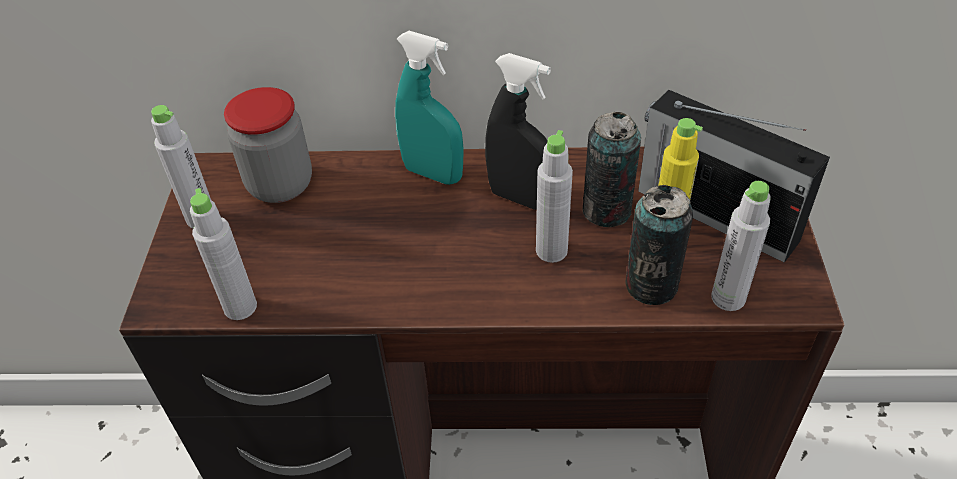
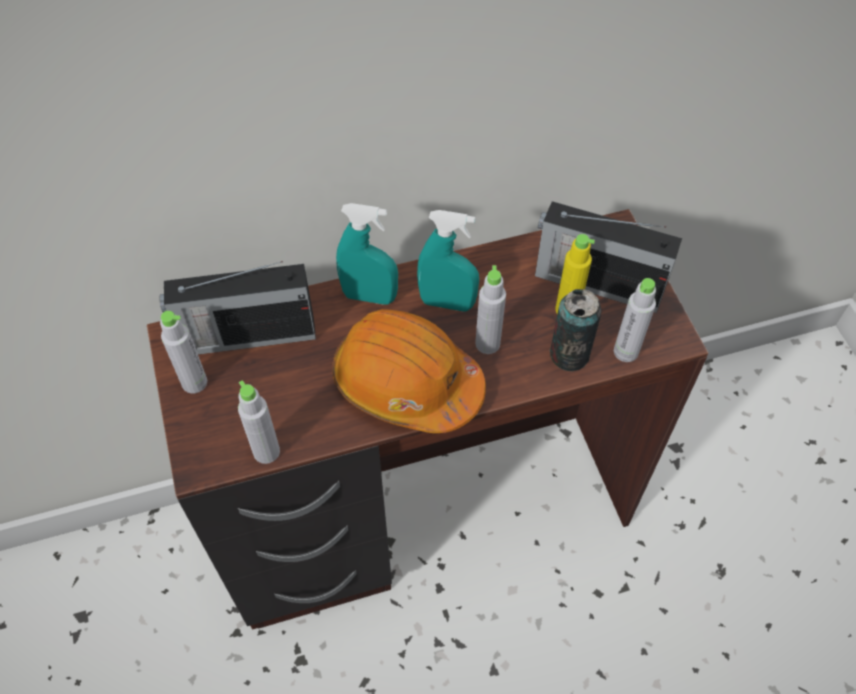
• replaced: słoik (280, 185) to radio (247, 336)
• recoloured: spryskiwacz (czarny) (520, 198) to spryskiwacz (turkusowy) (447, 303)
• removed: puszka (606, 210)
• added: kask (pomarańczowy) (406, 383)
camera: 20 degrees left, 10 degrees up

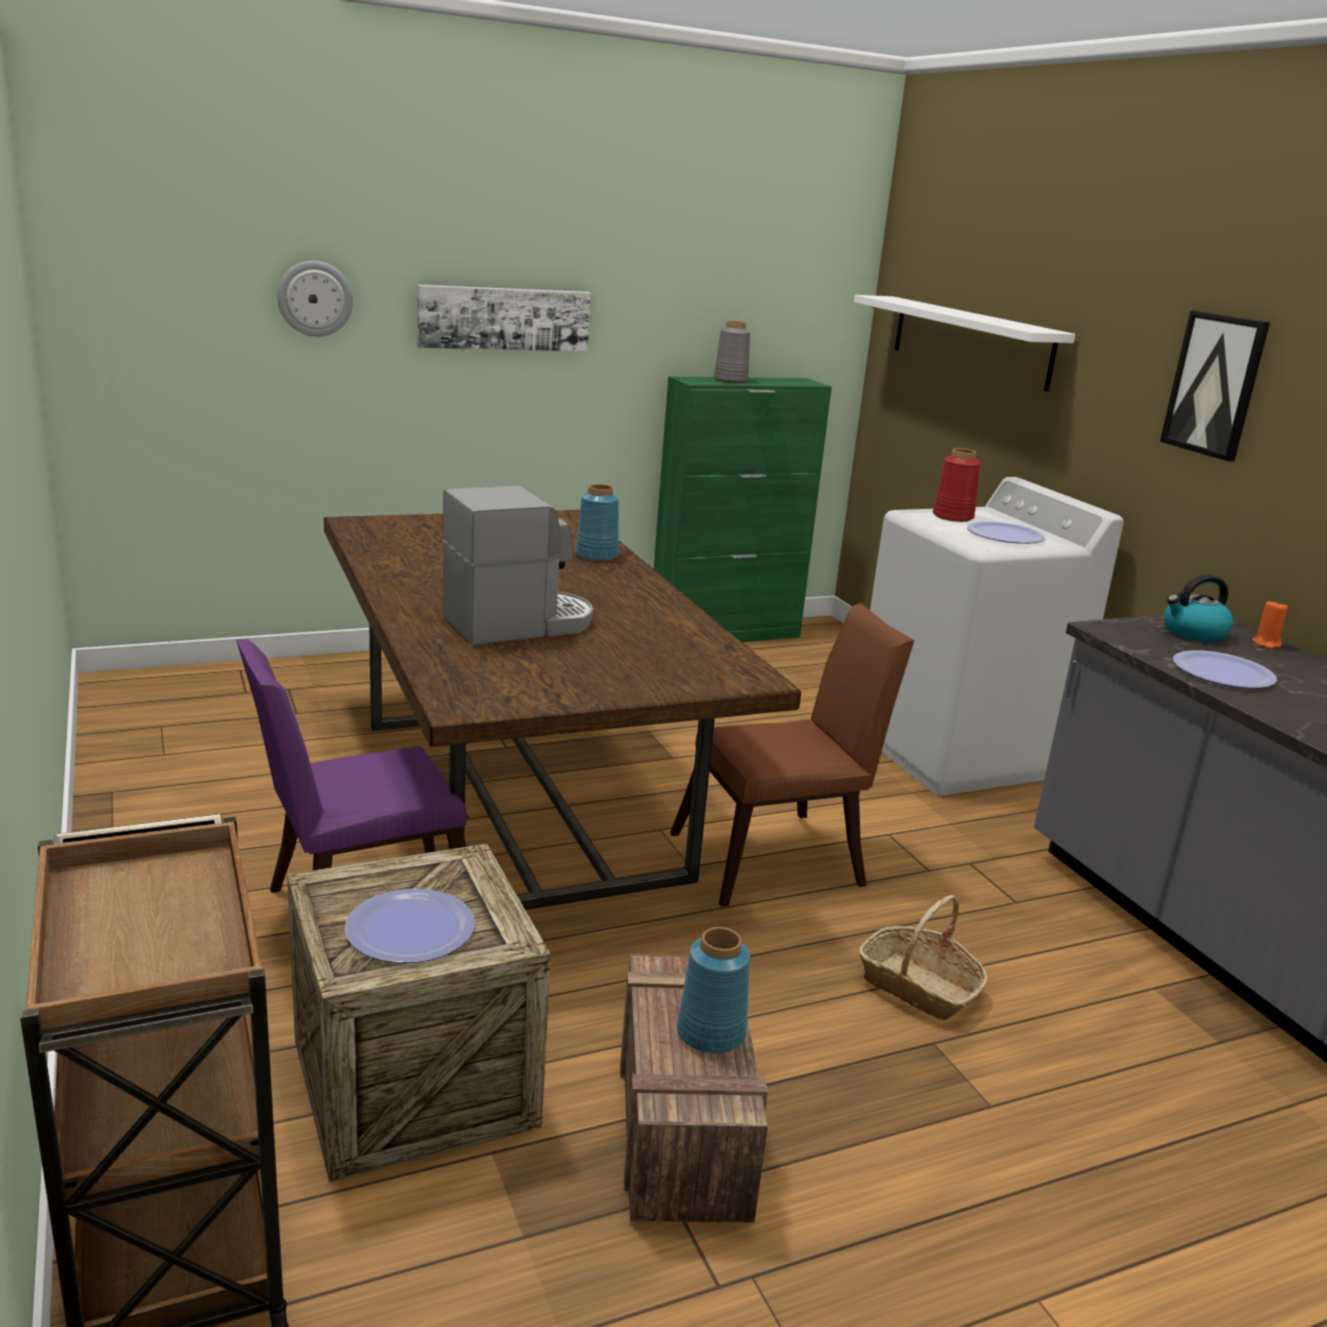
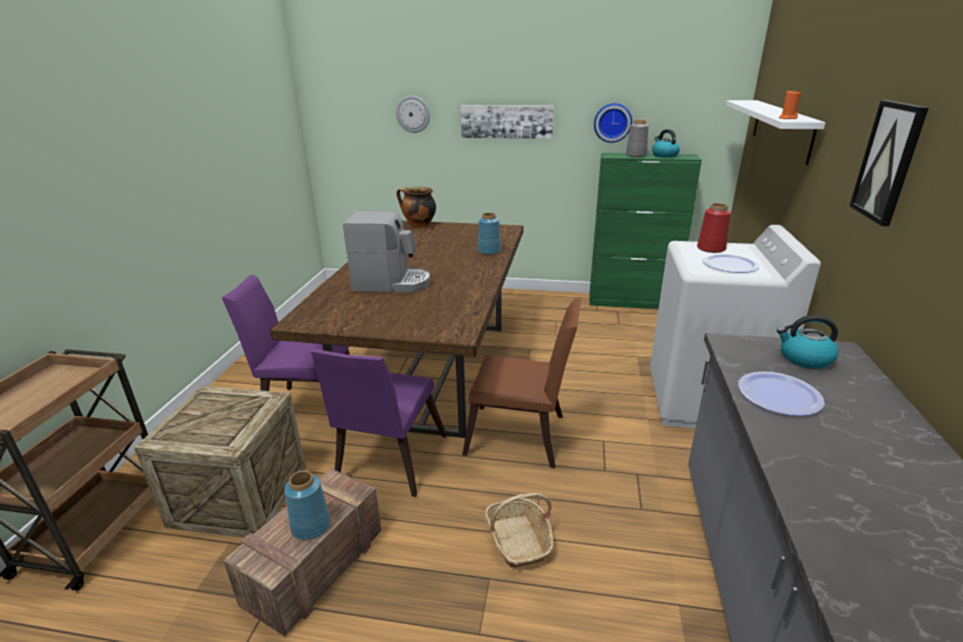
• removed: talerz (410, 929)
• moved: świeca (pomarańczowy) (1266, 644) to (787, 118)
• added: krzesło (fioletowy) (388, 463)
• added: garnek (418, 225)
• added: zegar ścienny (612, 122)
• added: czajnik (664, 155)
camera: 35 degrees right, 5 degrees up

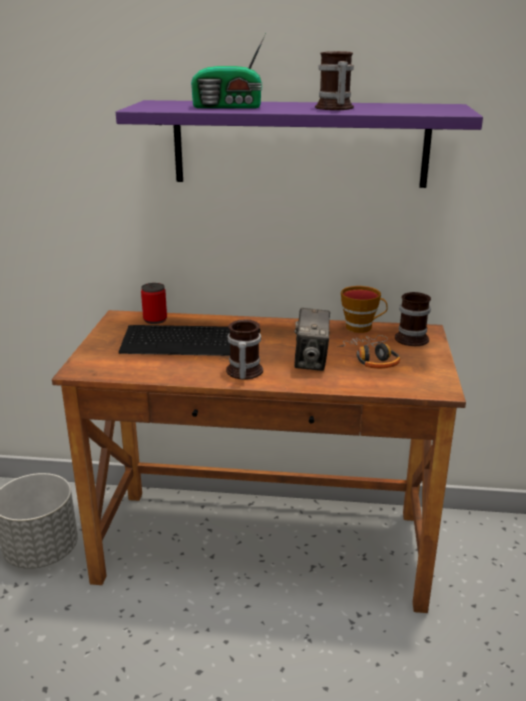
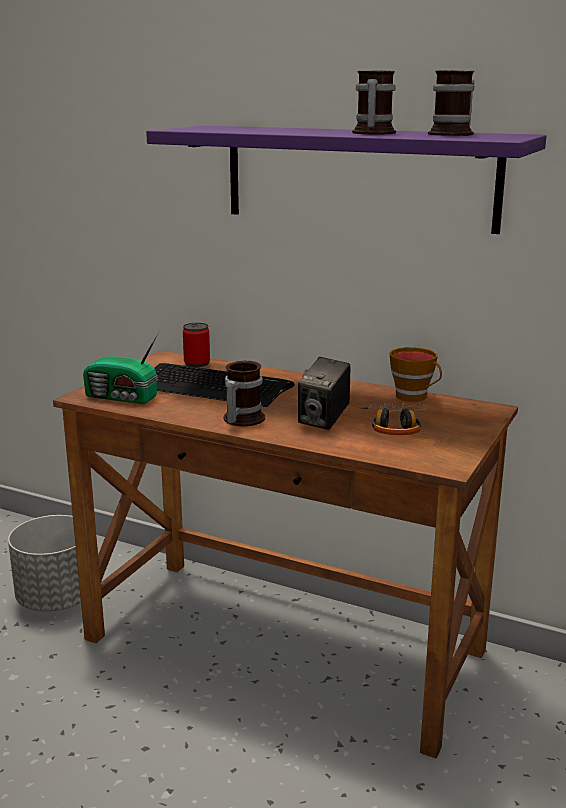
• moved: radio (229, 107) to (122, 398)
• moved: kubek (413, 338) to (455, 134)
camera: 20 degrees right, 5 degrees down

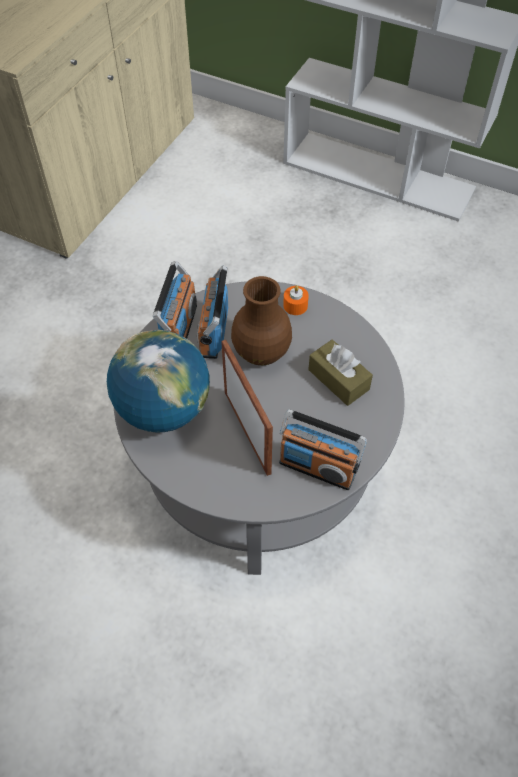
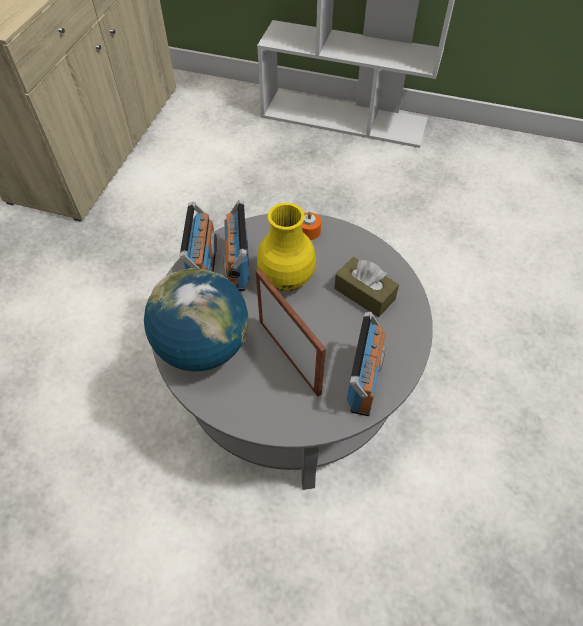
• recoloured: wazon (brązowy) (260, 352) to wazon (żółty) (285, 278)
• turned: radio (317, 468) = (364, 381) 90 degrees counterclockwise
camera: 10 degrees left, 0 degrees up

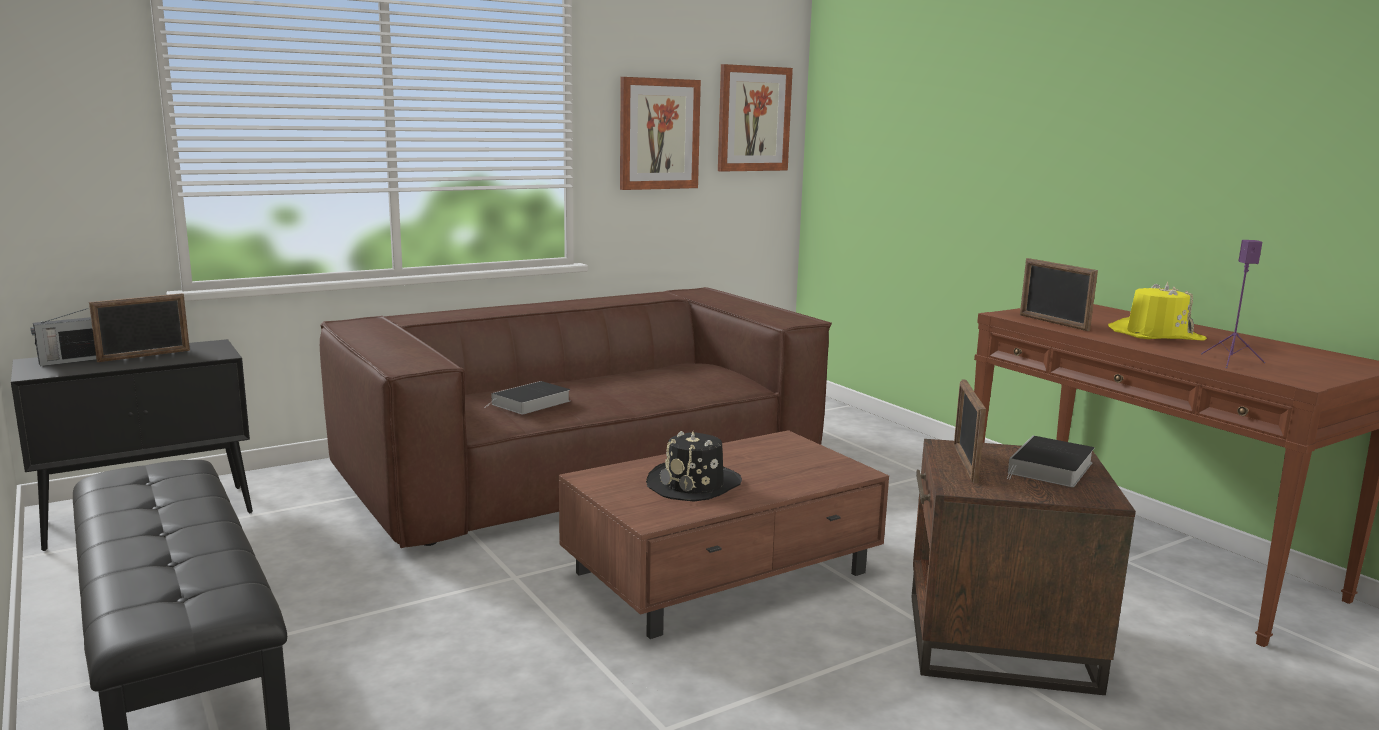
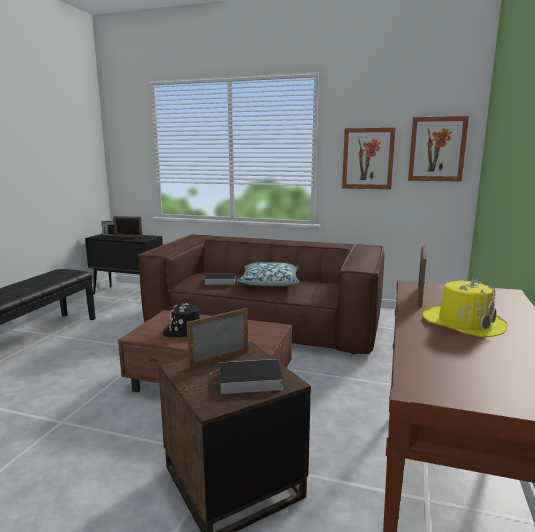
• removed: głośnik (fioletowy) (1230, 361)
• added: poduszka (270, 282)
camera: 50 degrees right, 0 degrees up

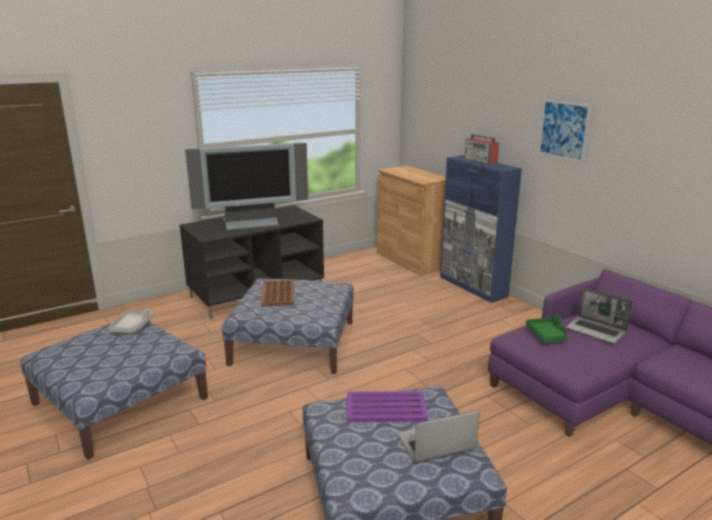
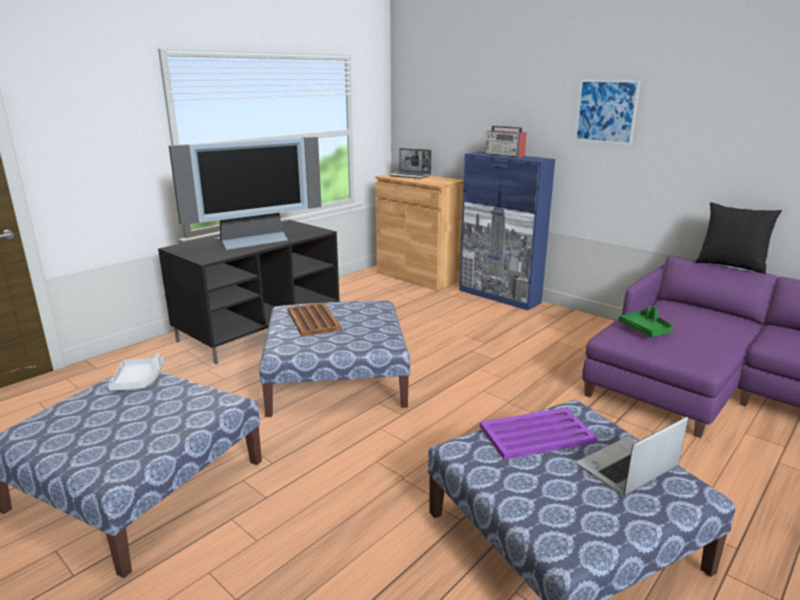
• moved: laptop (596, 331) to (410, 176)
• added: poduszka (czarny) (730, 266)
camera: 15 degrees left, 0 degrees up

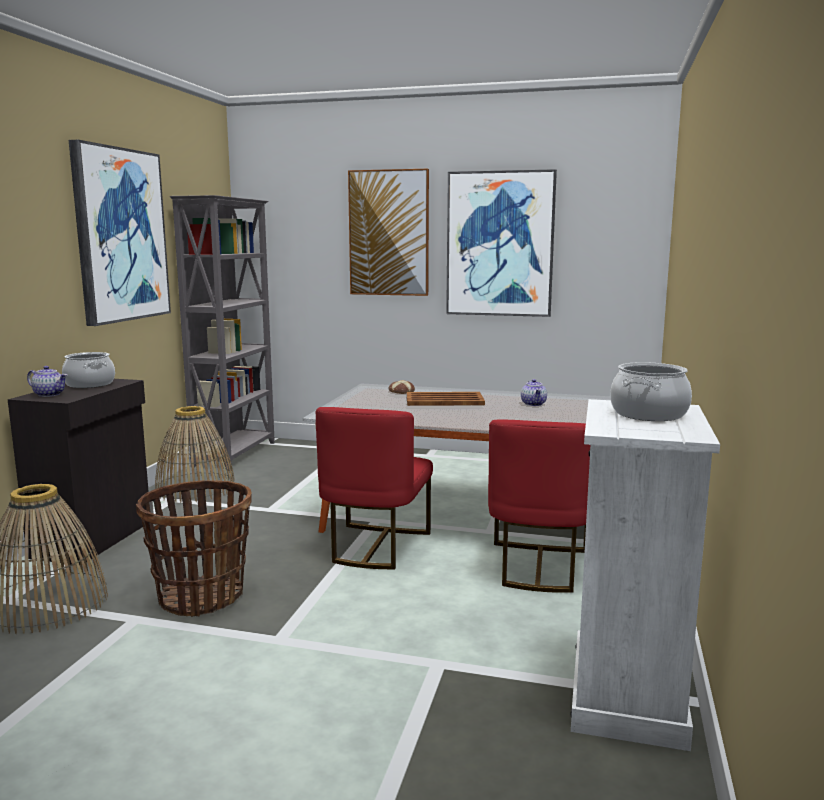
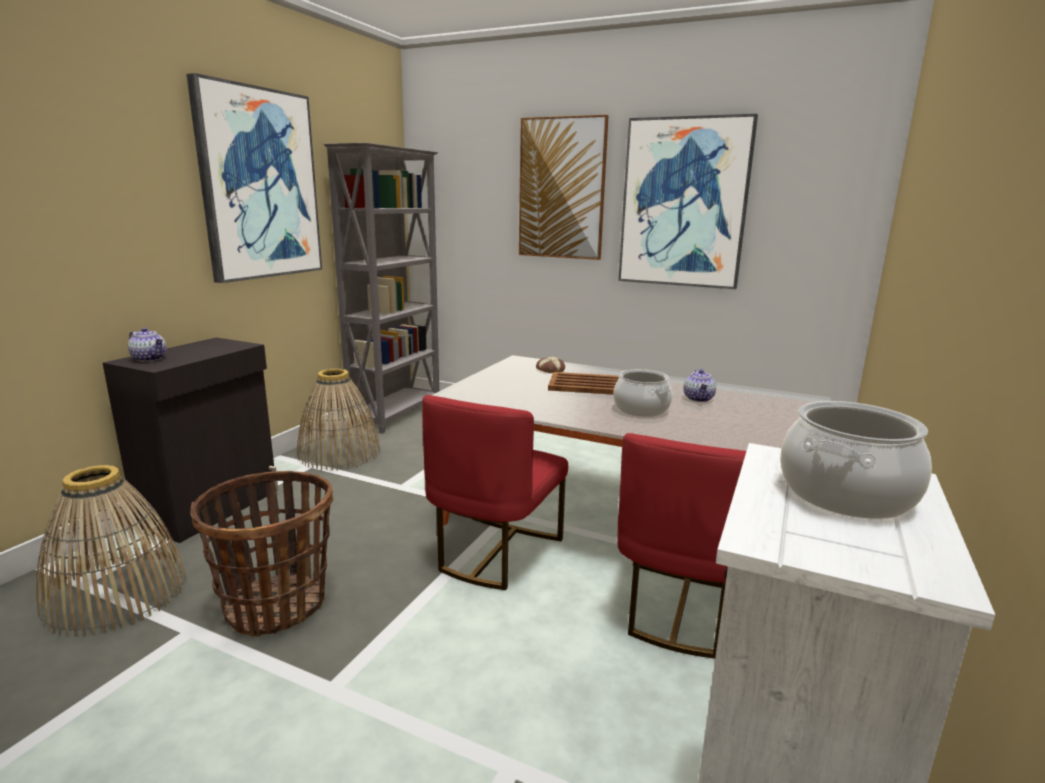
• moved: garnek (89, 384) to (640, 409)
camera: 10 degrees right, 5 degrees up

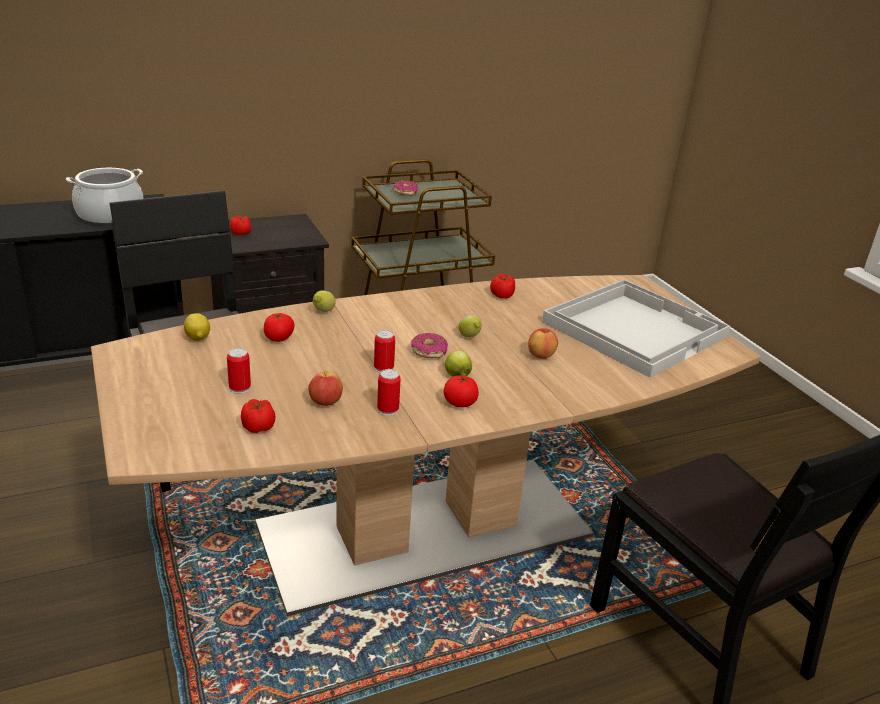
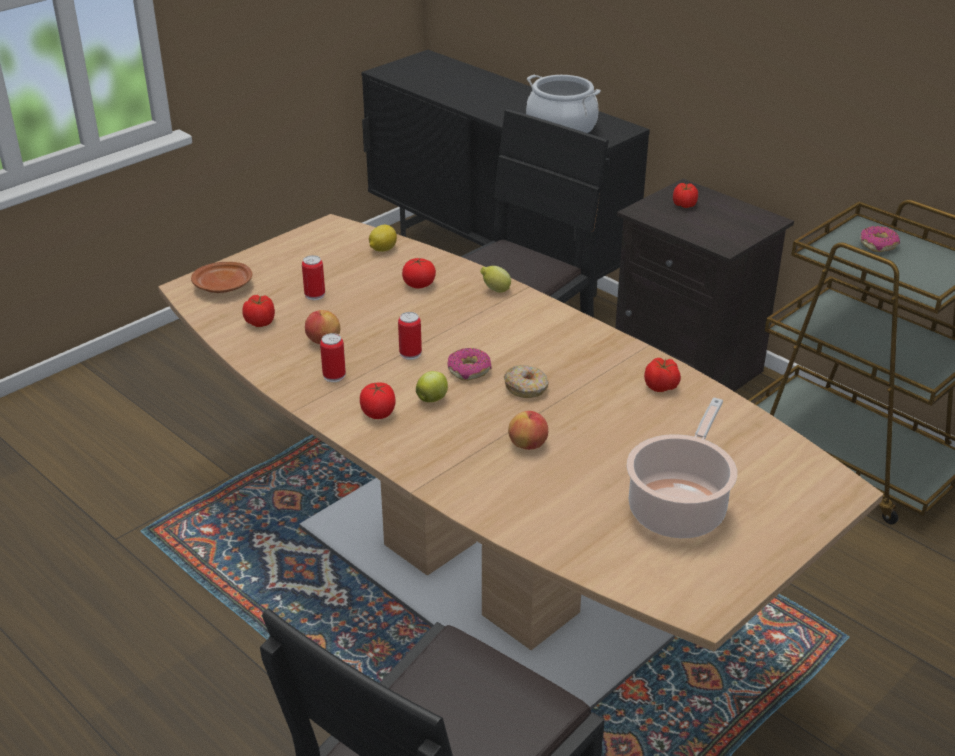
• replaced: cytryna (469, 337) to donut (526, 388)
• replaced: taca (biały) (634, 328) to garnek (679, 507)
• added: talerz (brązowy) (224, 286)
camera: 70 degrees right, 5 degrees up

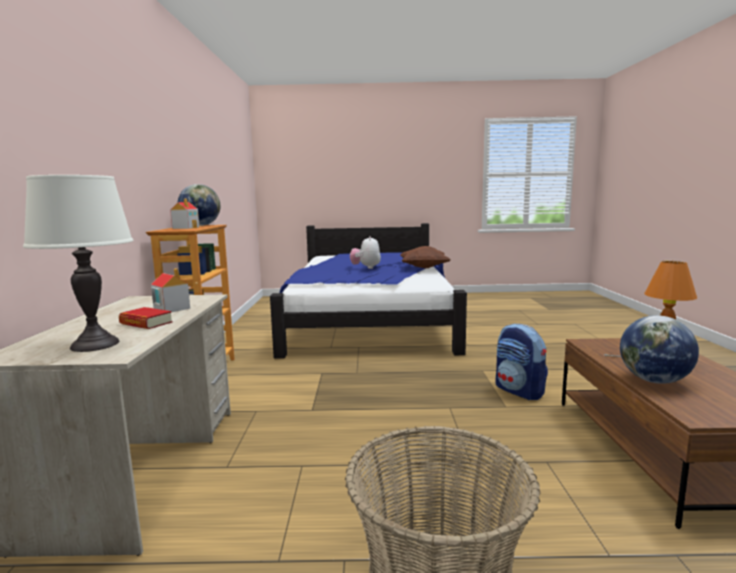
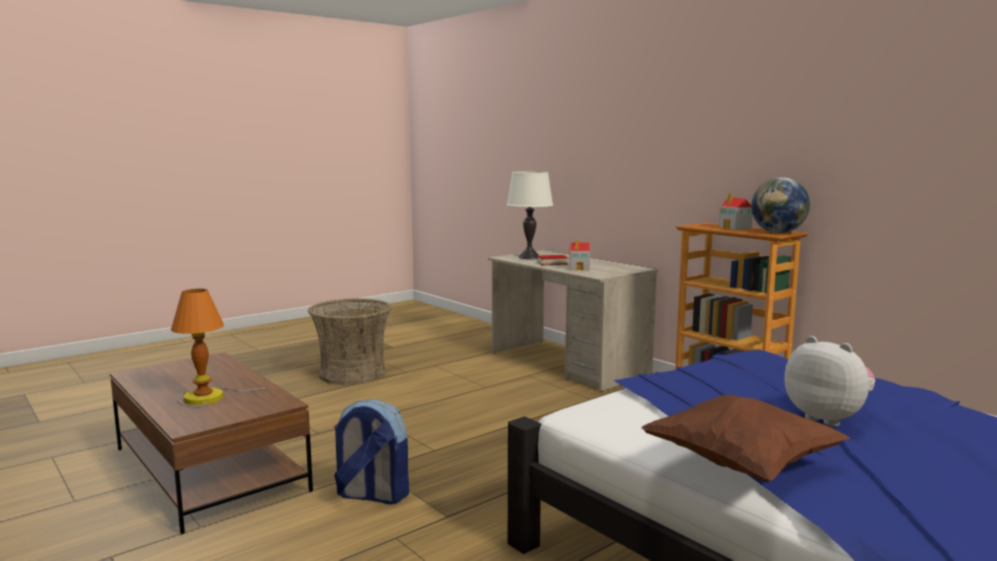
• removed: globus (653, 380)
camera: 140 degrees right, 0 degrees up

